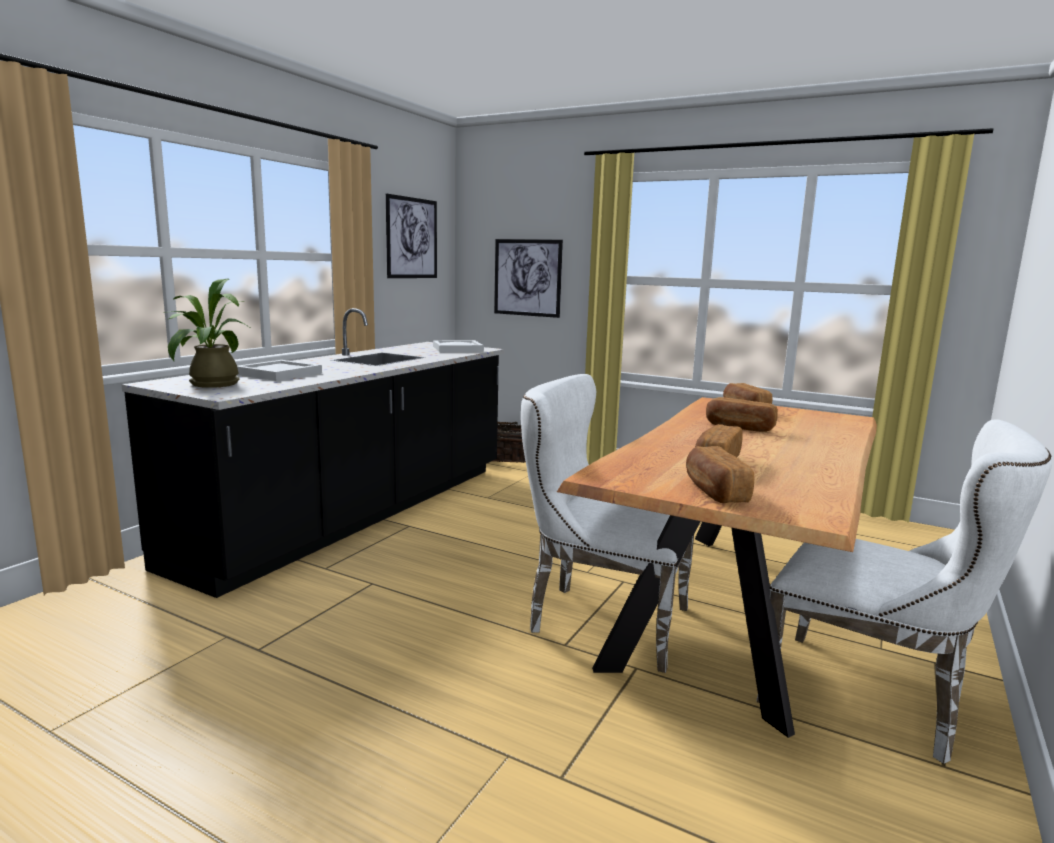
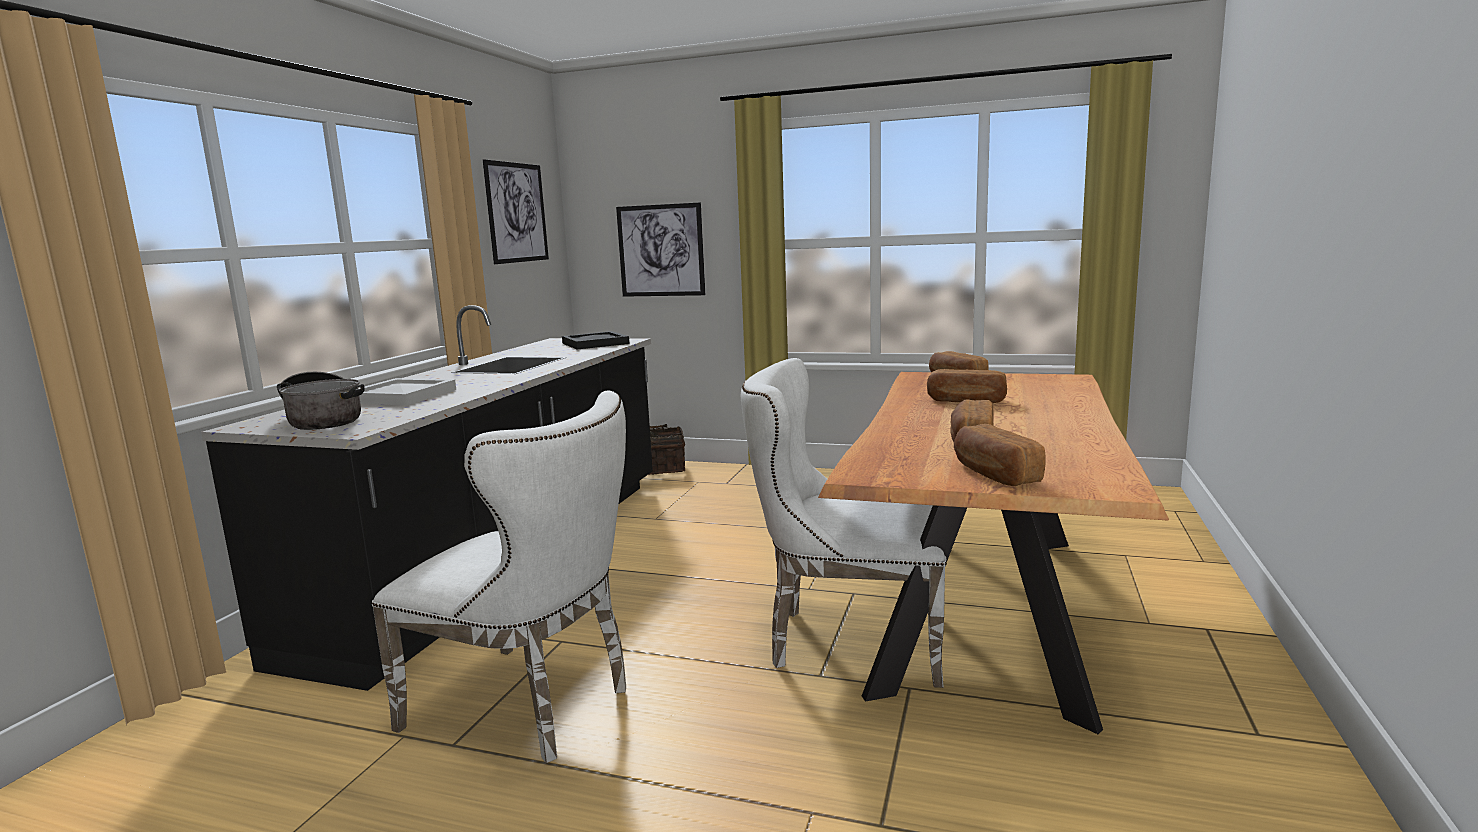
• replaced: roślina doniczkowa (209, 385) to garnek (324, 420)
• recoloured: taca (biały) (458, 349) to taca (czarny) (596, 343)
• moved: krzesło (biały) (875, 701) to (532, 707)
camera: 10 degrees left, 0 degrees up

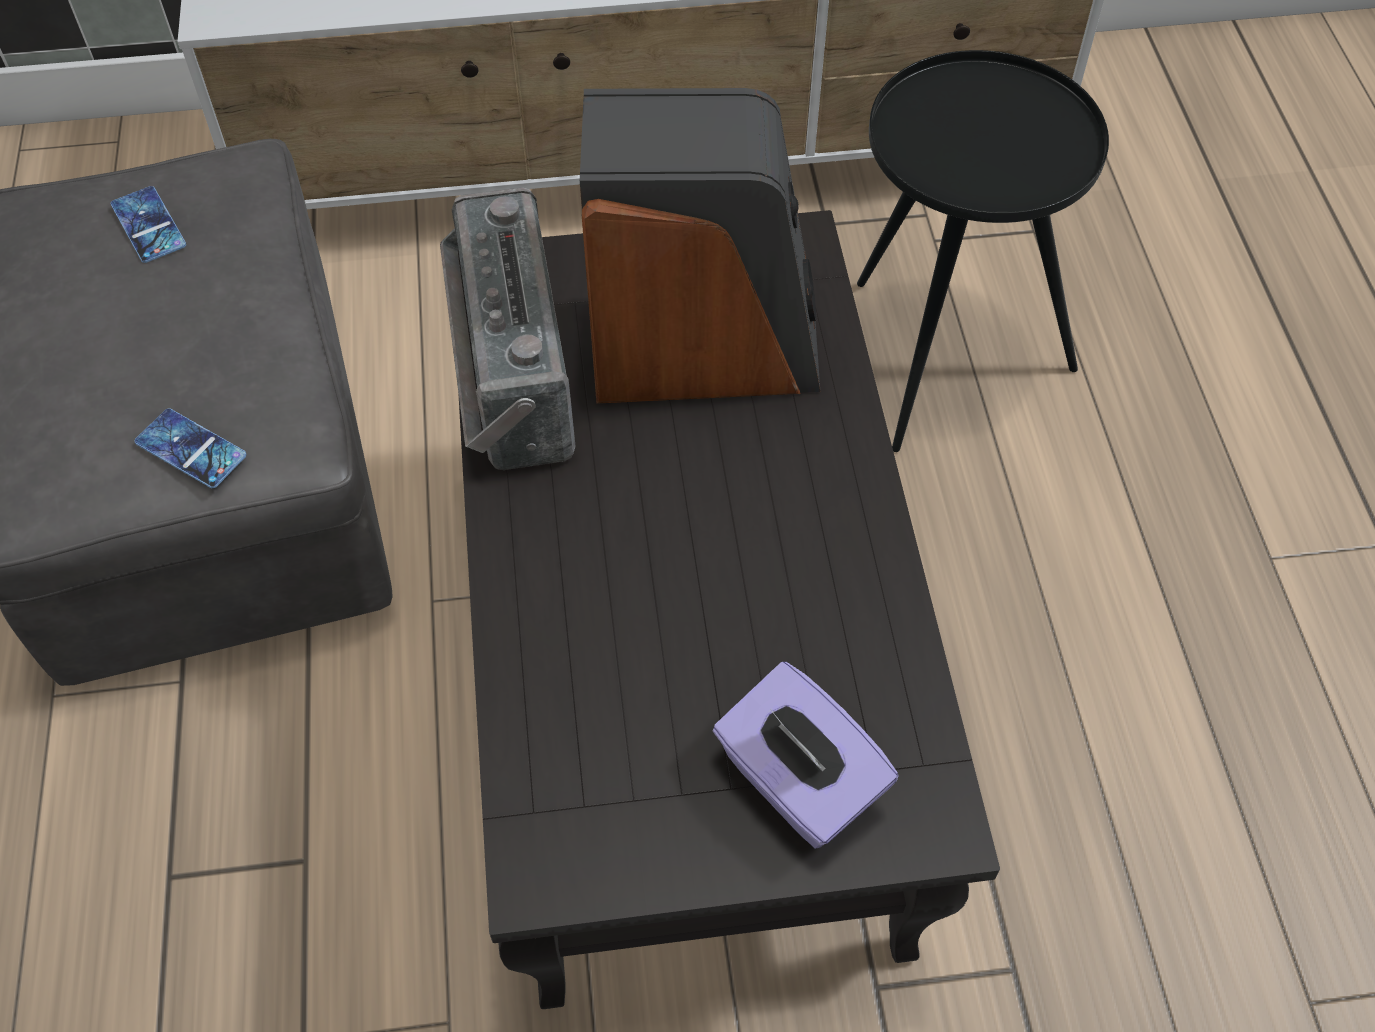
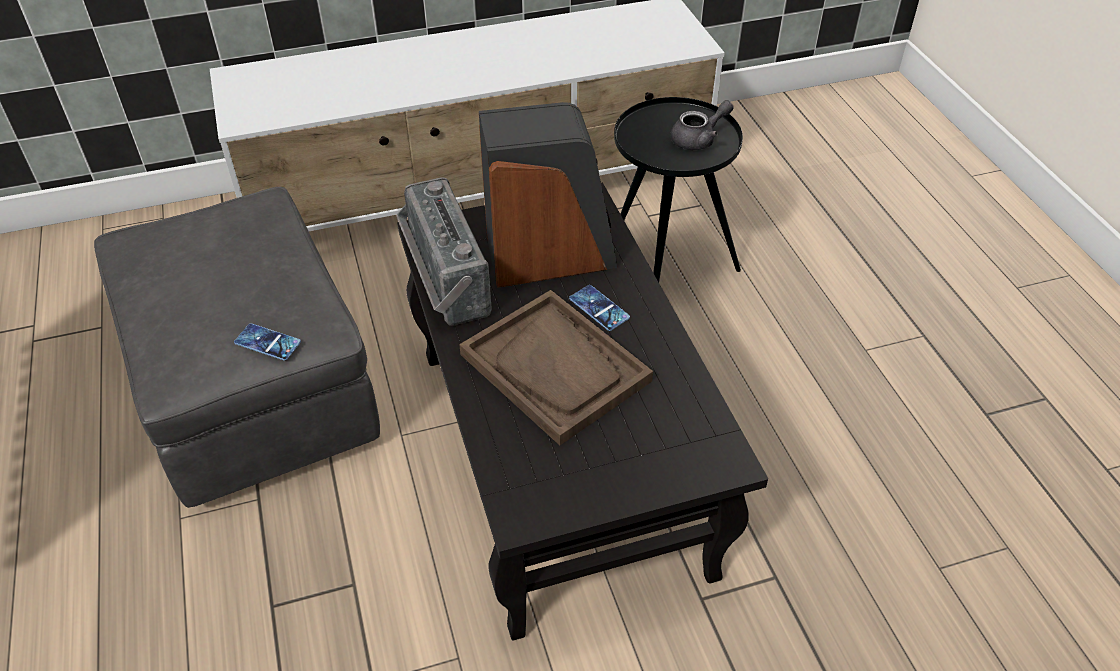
• moved: telefon (148, 225) to (599, 308)
• removed: pudełko chusteczek (fioletowy) (798, 782)
• added: taca (brązowy) (555, 368)
• added: imbryk (szary) (699, 139)
camera: 10 degrees left, 10 degrees down

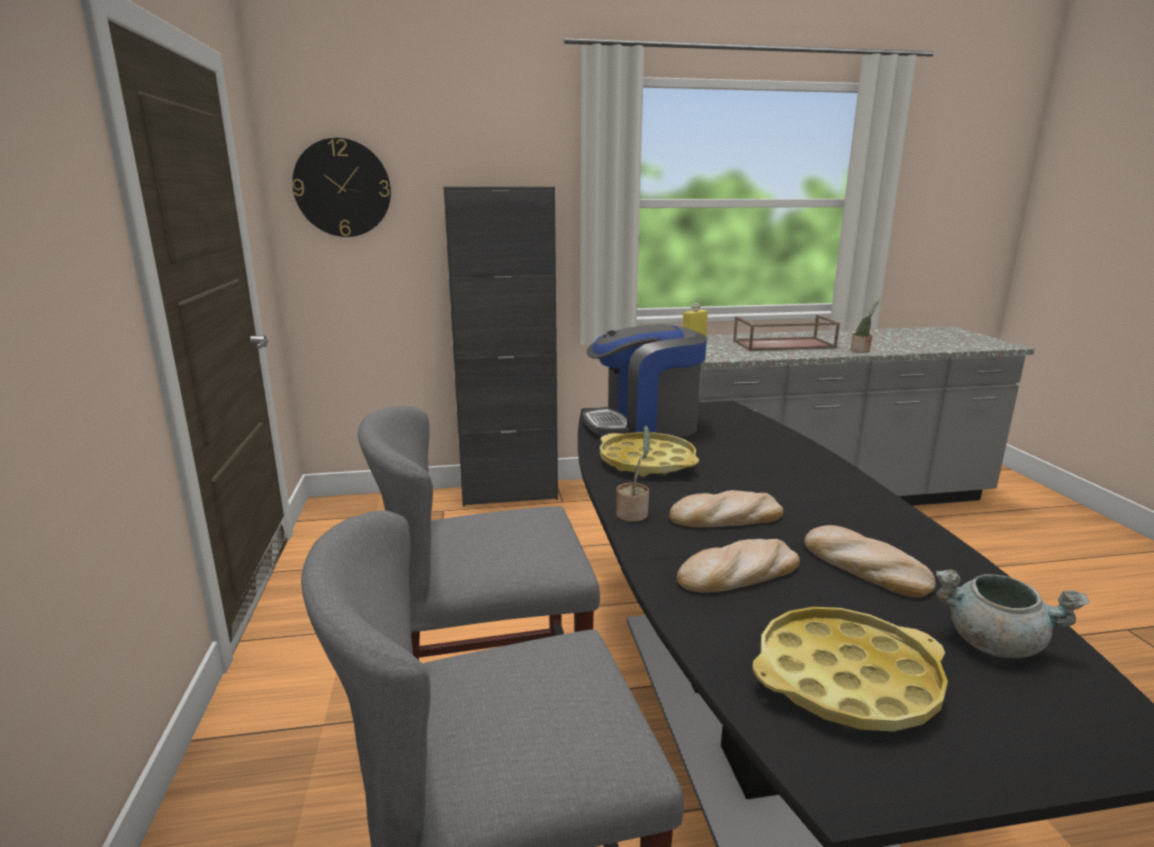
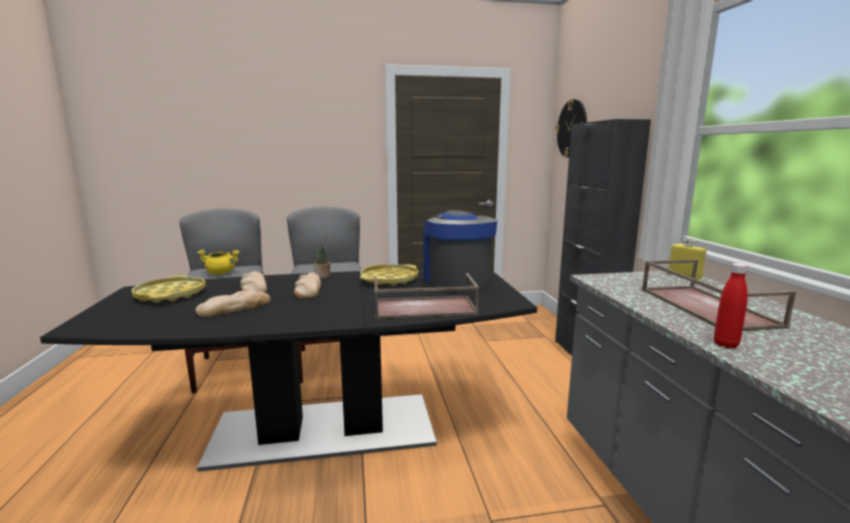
• replaced: roślina doniczkowa (861, 351) to butelka (czerwony) (725, 344)
• removed: garnek (szary) (994, 642)
• added: garnek (żółty) (221, 273)
• added: taca (brązowy) (423, 308)
camera: 90 degrees right, 5 degrees down

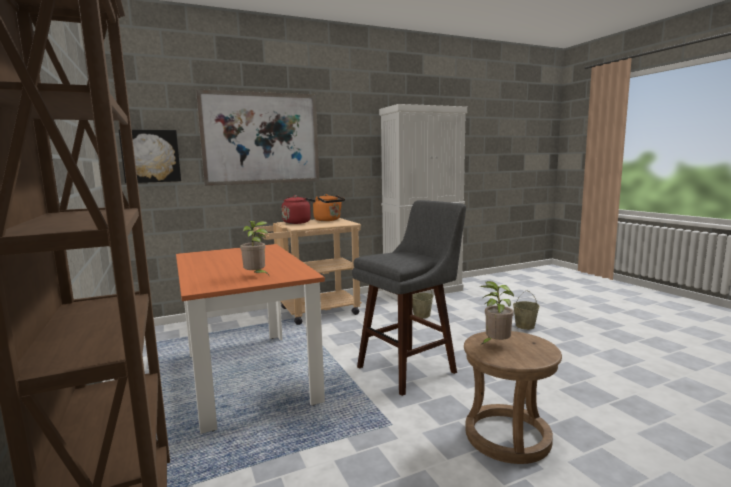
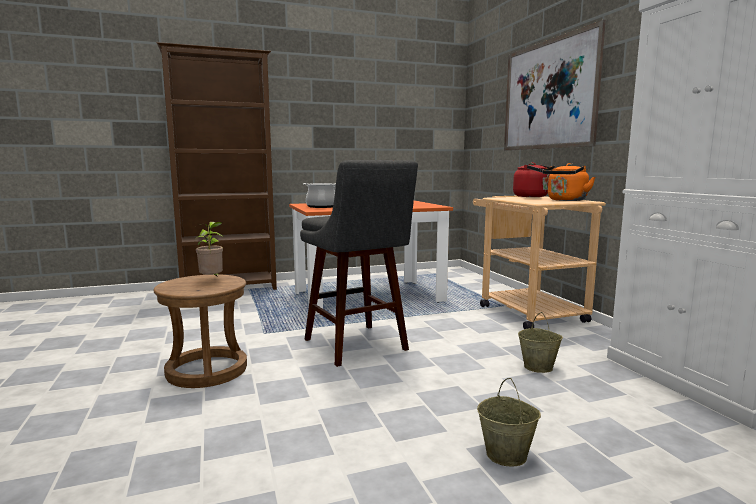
• removed: obraz (151, 156)
• replaced: roślina doniczkowa (256, 276) to garnek (322, 206)
camera: 95 degrees right, 0 degrees up

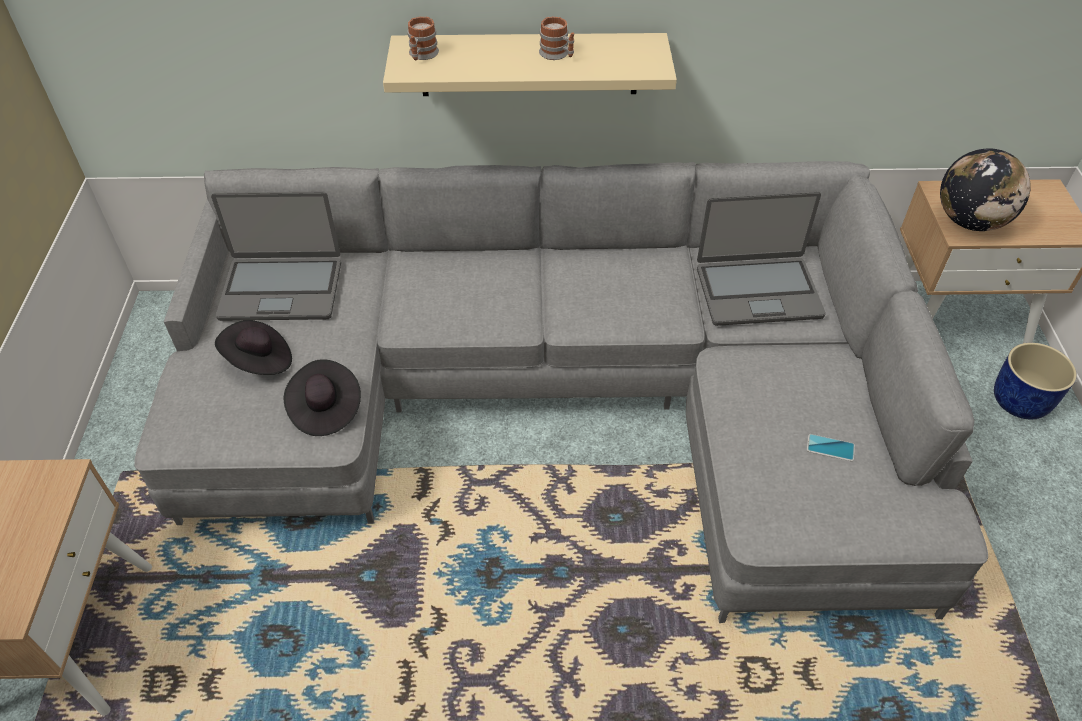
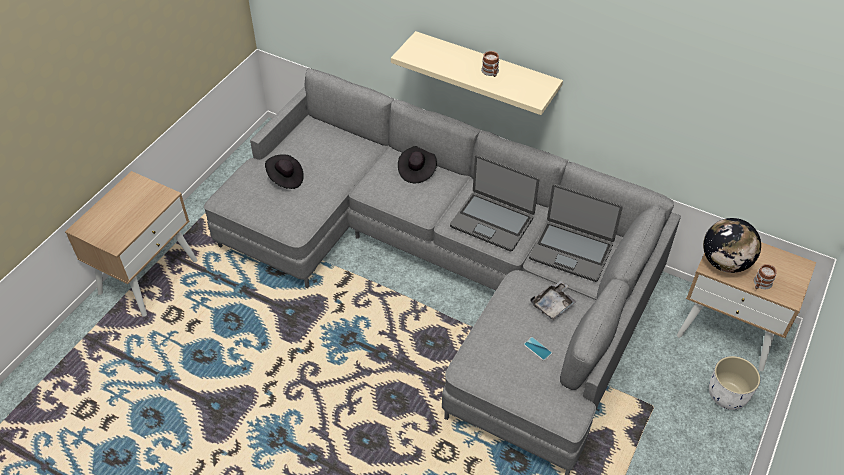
• moved: laptop (282, 289) to (492, 221)
• moved: kapelusz (czarny) (325, 409) to (416, 171)
• moved: kubek (422, 55) to (761, 284)
• recoloured: donica (niebieski) (1019, 402) to donica (biały) (726, 395)
• added: taca (szary) (553, 305)
camera: 30 degrees right, 0 degrees up

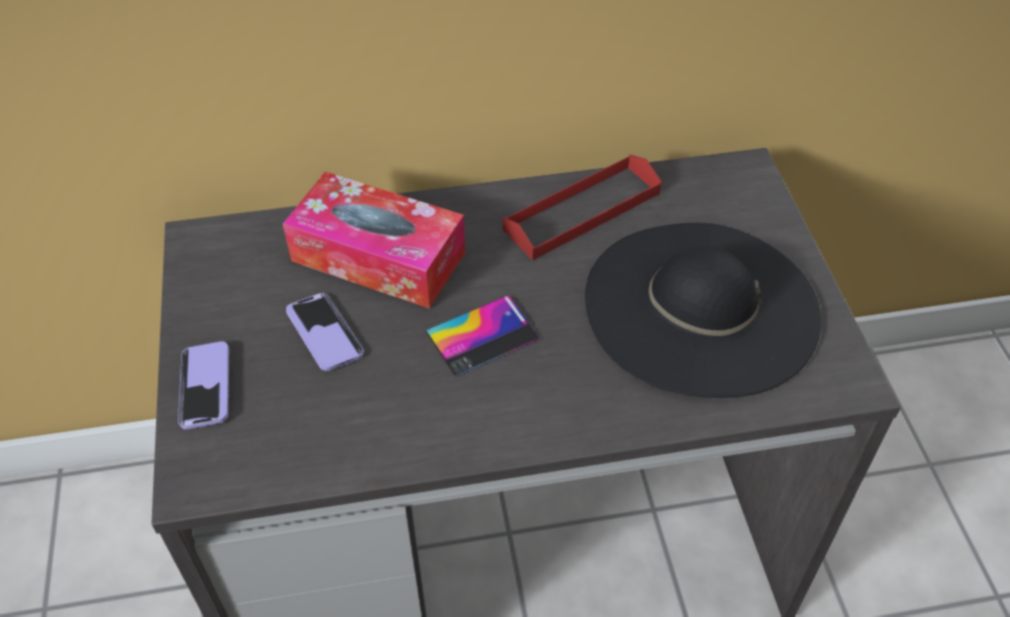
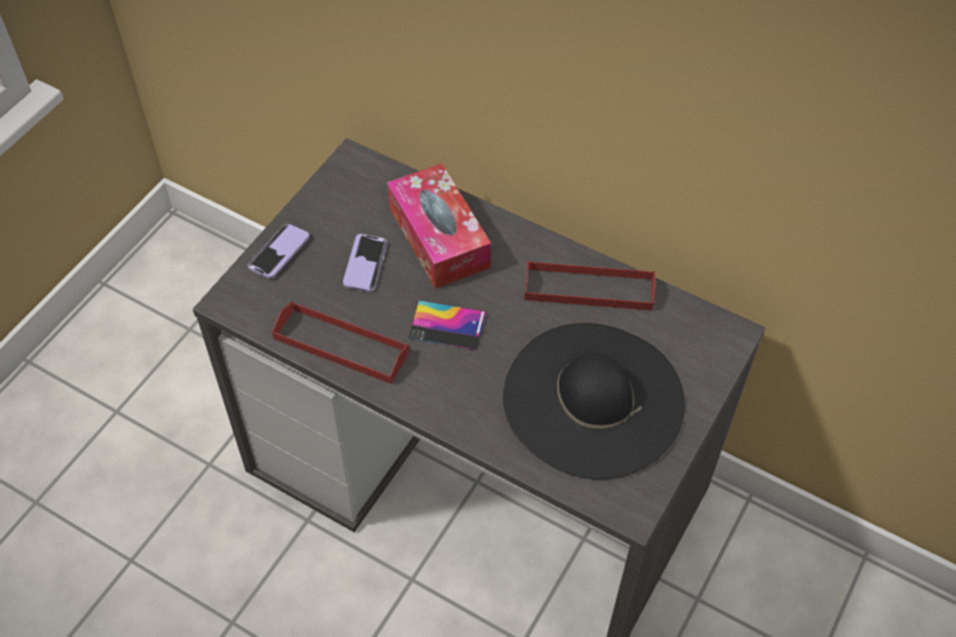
• added: taca (czerwony) (341, 345)
camera: 40 degrees right, 5 degrees up

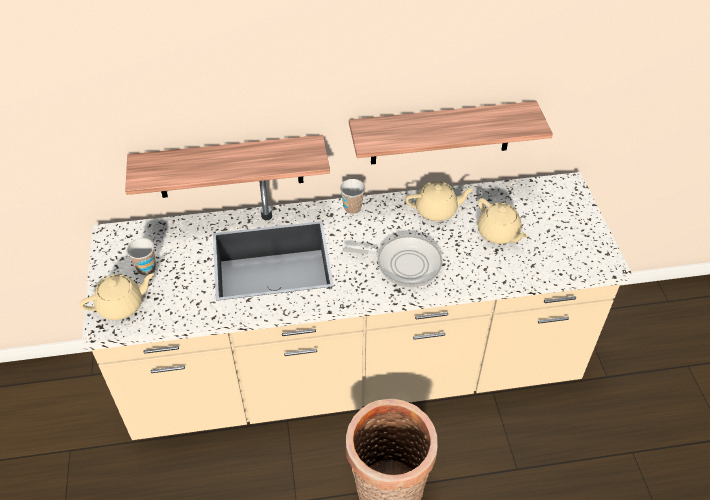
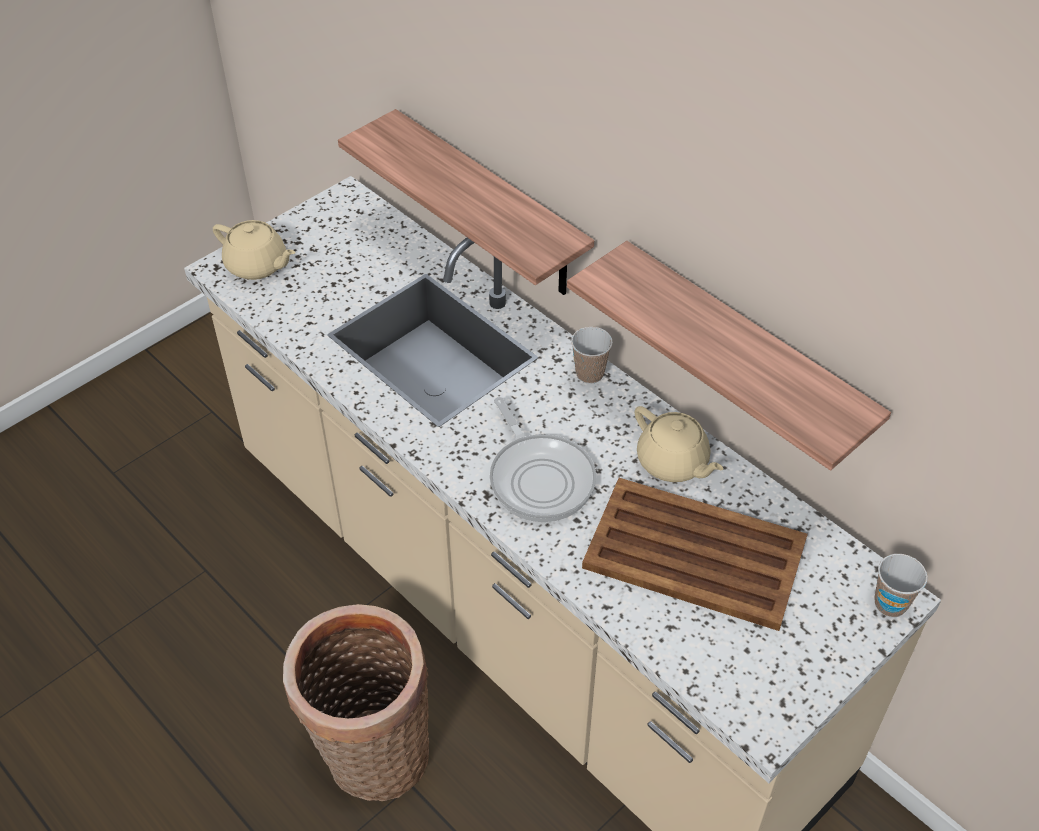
• moved: filiżanka (146, 268) to (890, 604)
• replaced: imbryk (beżowy) (498, 233) to taca (brązowy) (696, 555)
camera: 55 degrees right, 0 degrees up

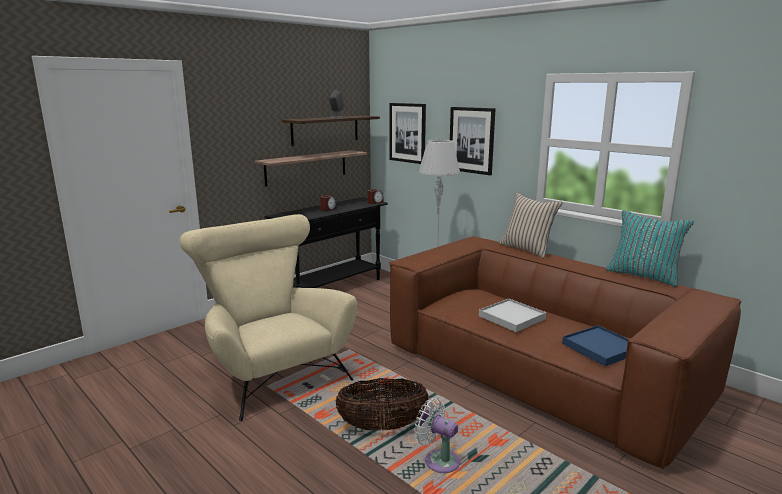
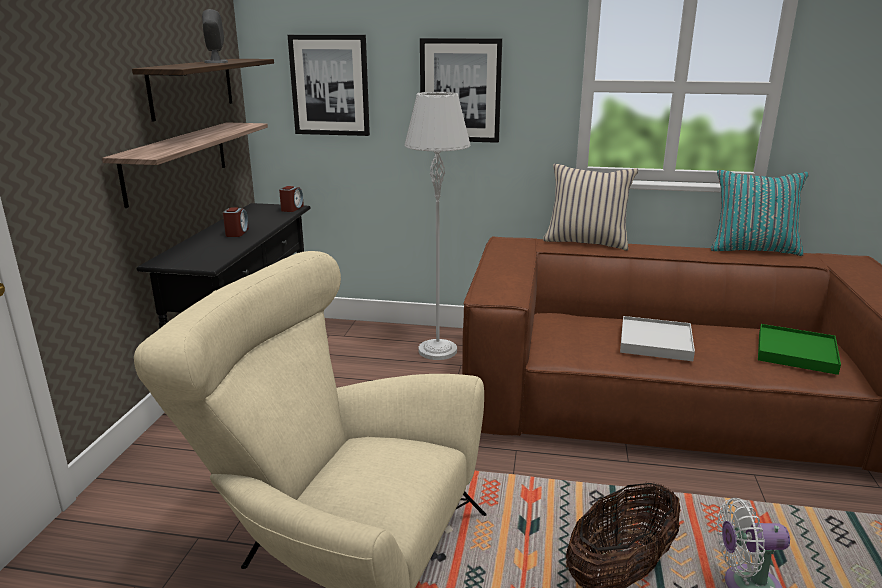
• recoloured: taca (niebieski) (601, 348) to taca (zielony) (796, 352)
camera: 35 degrees left, 5 degrees up

